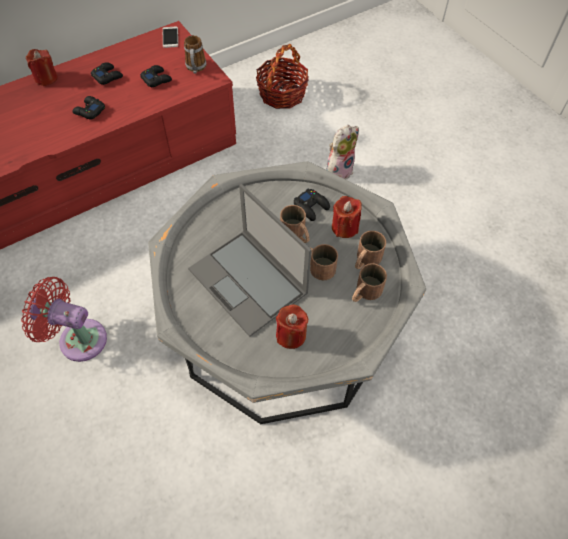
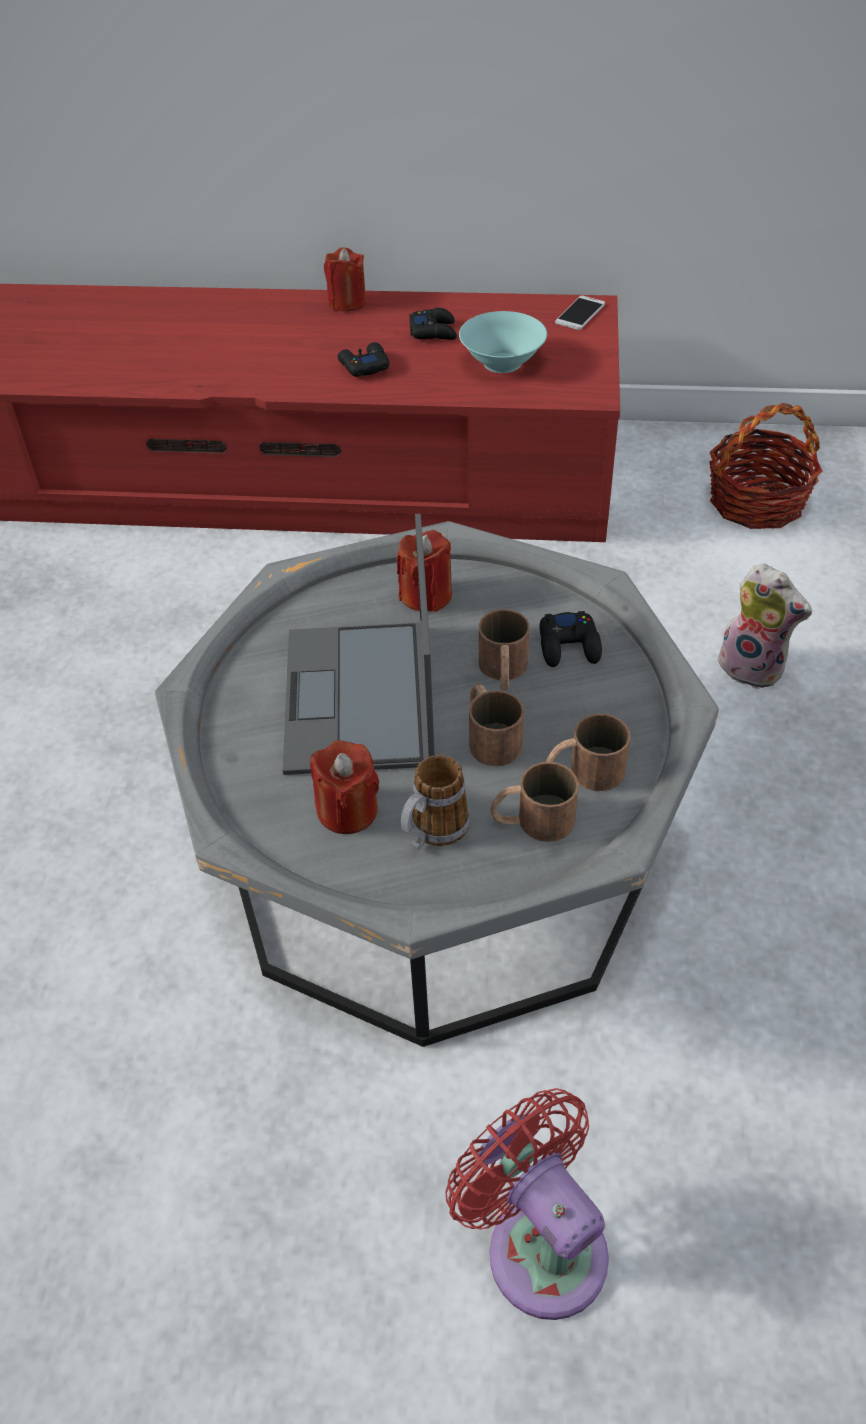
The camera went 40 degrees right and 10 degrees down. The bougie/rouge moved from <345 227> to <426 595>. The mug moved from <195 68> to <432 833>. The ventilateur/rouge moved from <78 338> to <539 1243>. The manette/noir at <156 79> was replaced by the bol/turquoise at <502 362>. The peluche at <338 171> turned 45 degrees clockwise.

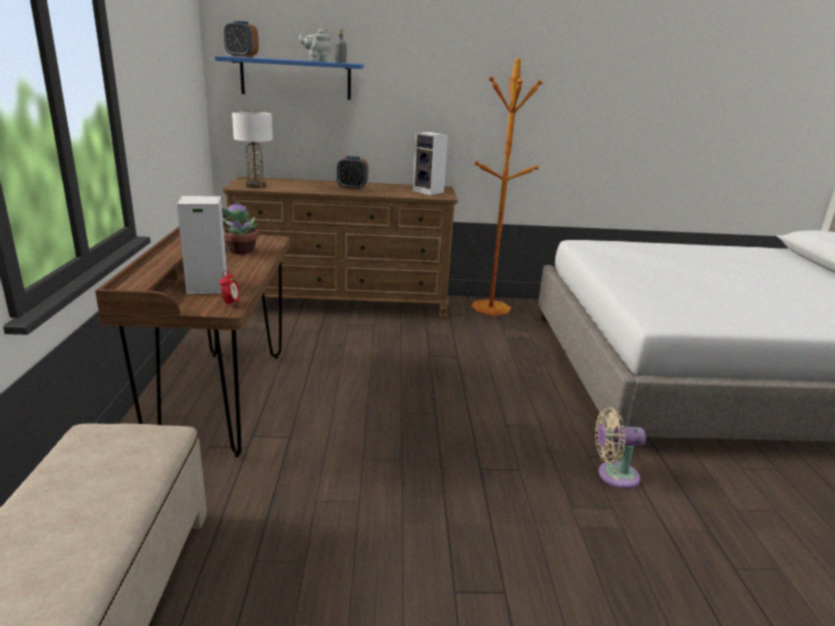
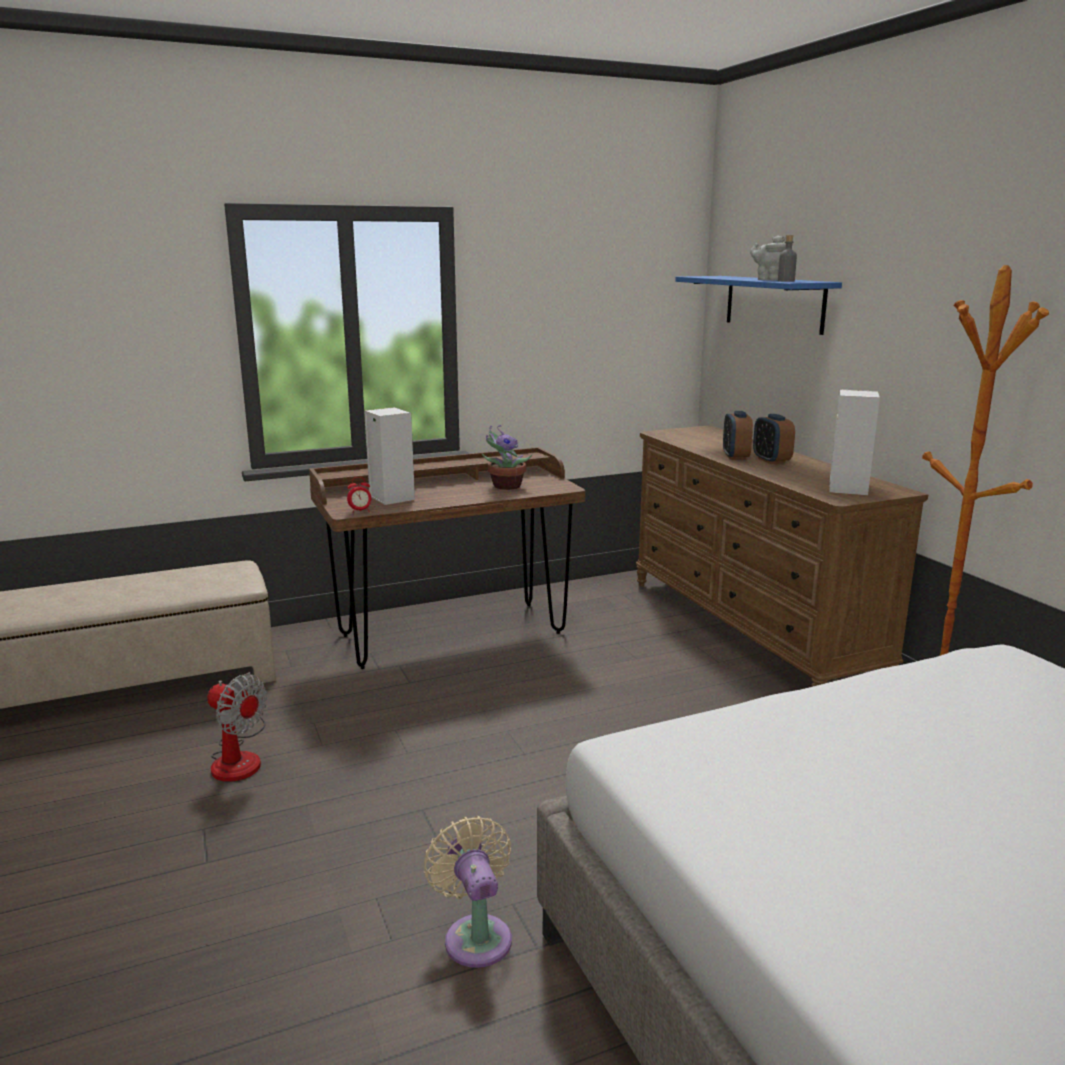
The camera went 70 degrees right and 5 degrees down. The ventilateur at <239 757> appeared. The réveil moved from <242 57> to <735 457>. The lampe de table at <255 186> disappeared.

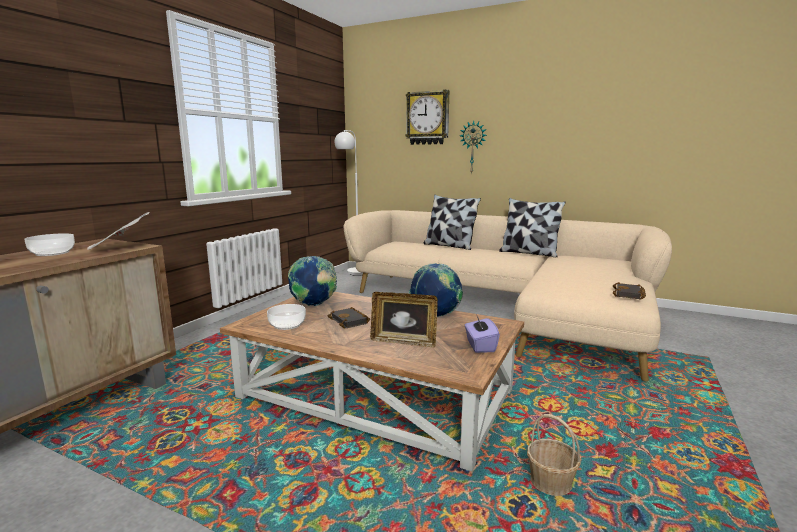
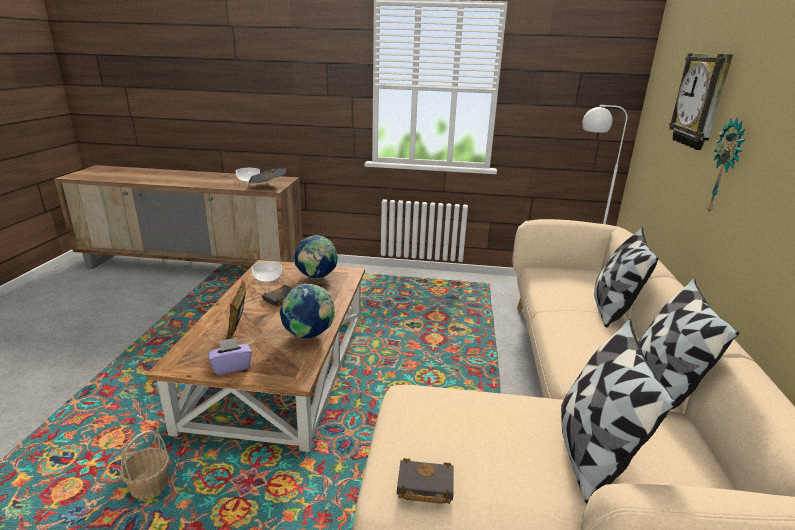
The camera went 70 degrees right and 10 degrees up. The coussin at <591 453> appeared.

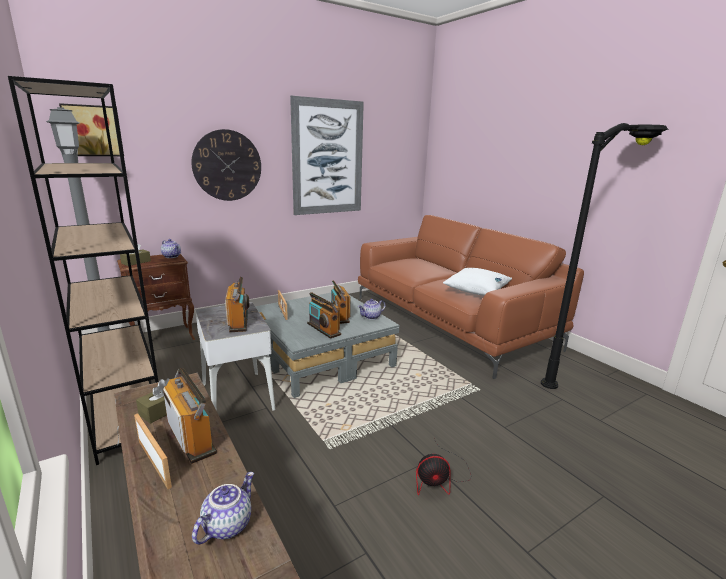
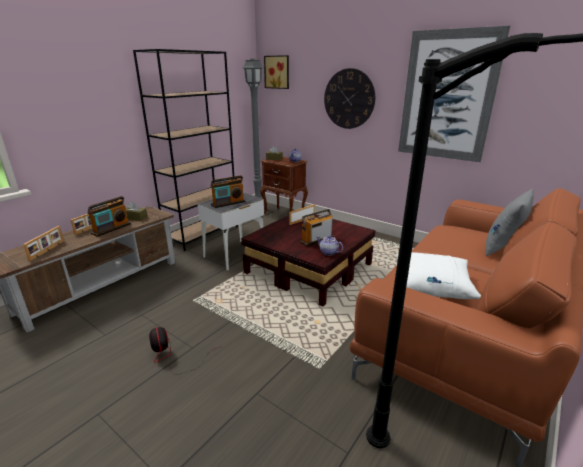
The camera went 70 degrees right and 5 degrees up. The théière at <227 524> was replaced by the cadre photo at <48 250>. The table basse/gris at <322 356> became the table basse/marron at <309 269>. The coussin/gris at <502 248> appeared. The radio at <323 329> disappeared.

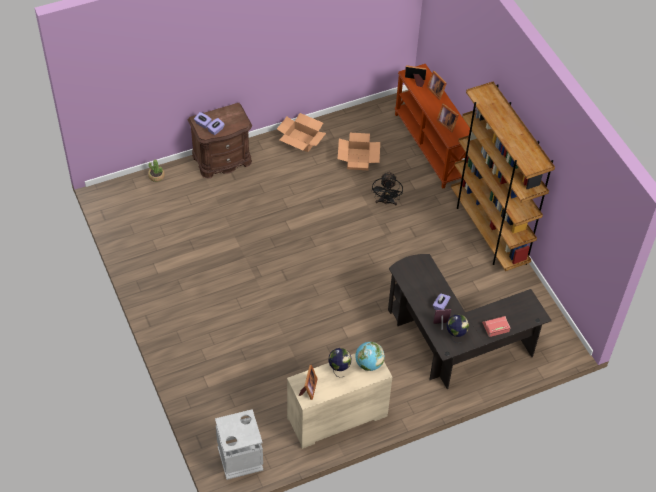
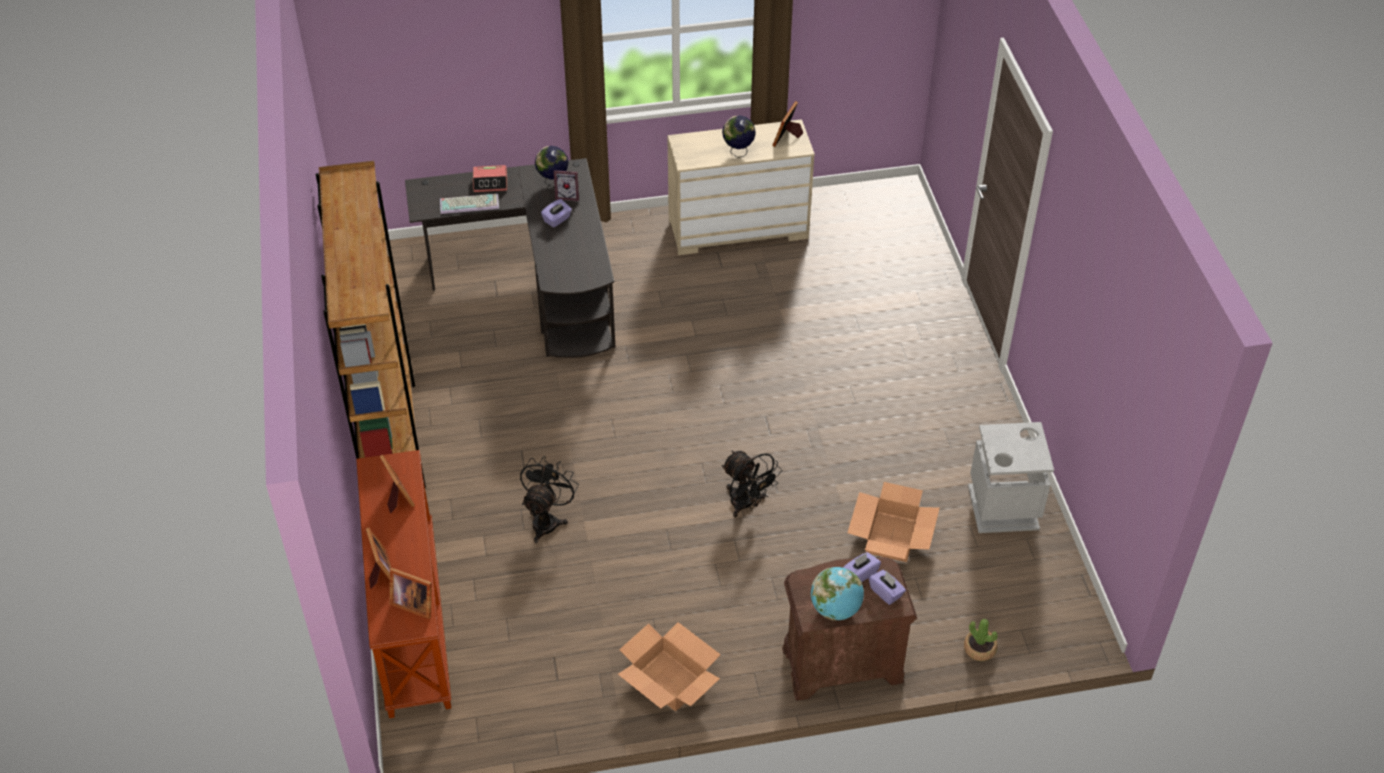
The camera went 165 degrees left and 5 degrees down. The clavier at <470 203> appeared. The ventilateur/noir at <747 505> appeared. The globe moved from <369 364> to <835 609>. The carton moved from <358 159> to <891 536>. The poubelle/gris moved from <240 459> to <1003 507>.

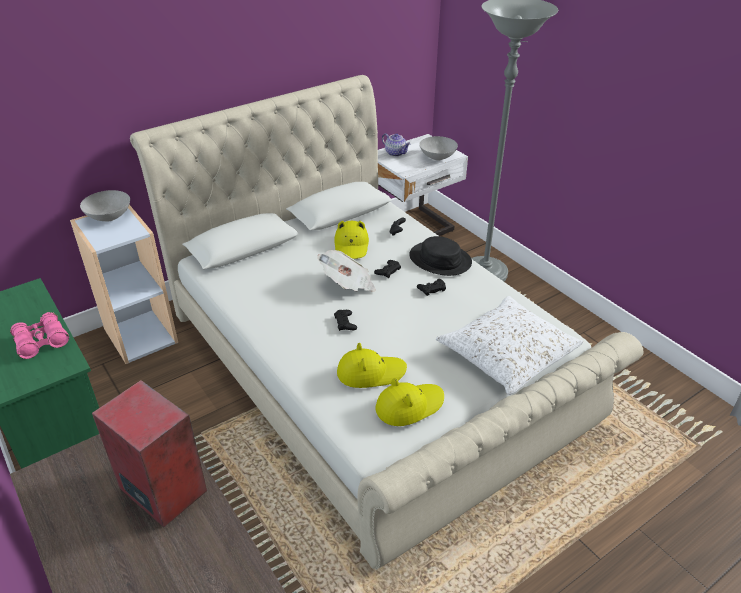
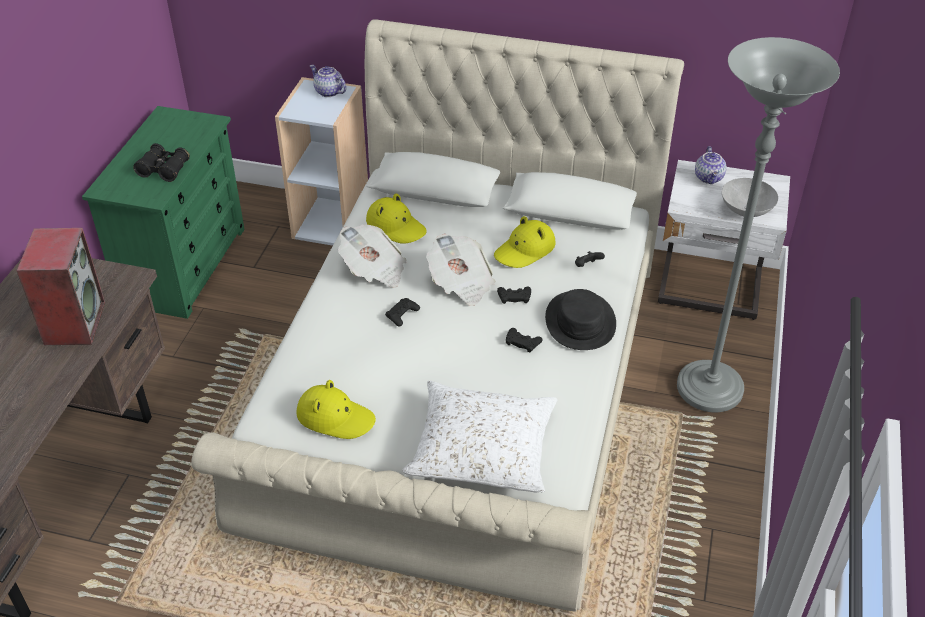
The camera went 50 degrees right and 5 degrees up. The jumelles/rose at <42 342> became the jumelles/noir at <163 169>. The bol/gris at <109 218> was replaced by the théière at <328 92>. The journal at <374 270> appeared. The chapeau/jaune moved from <370 372> to <396 226>.

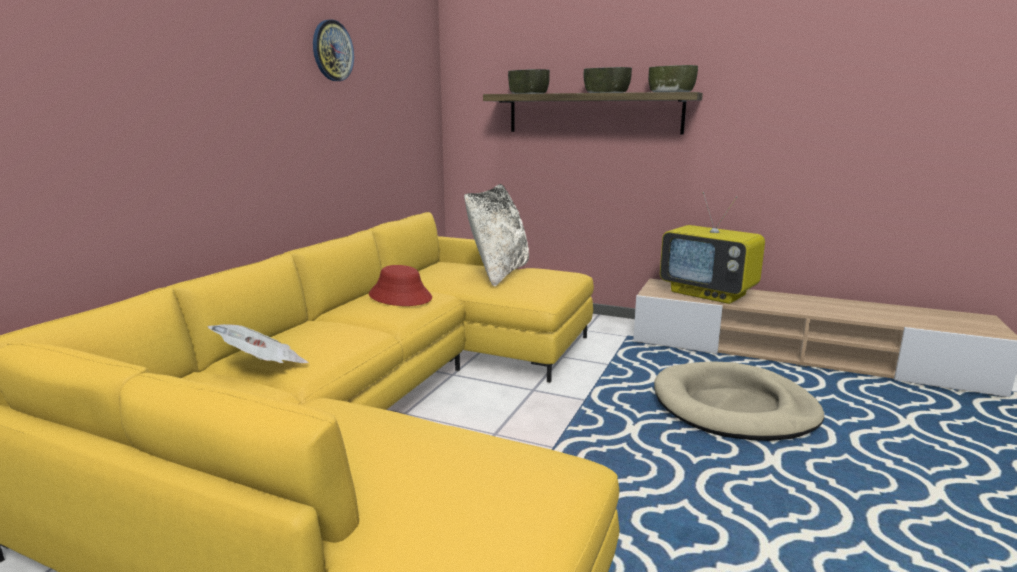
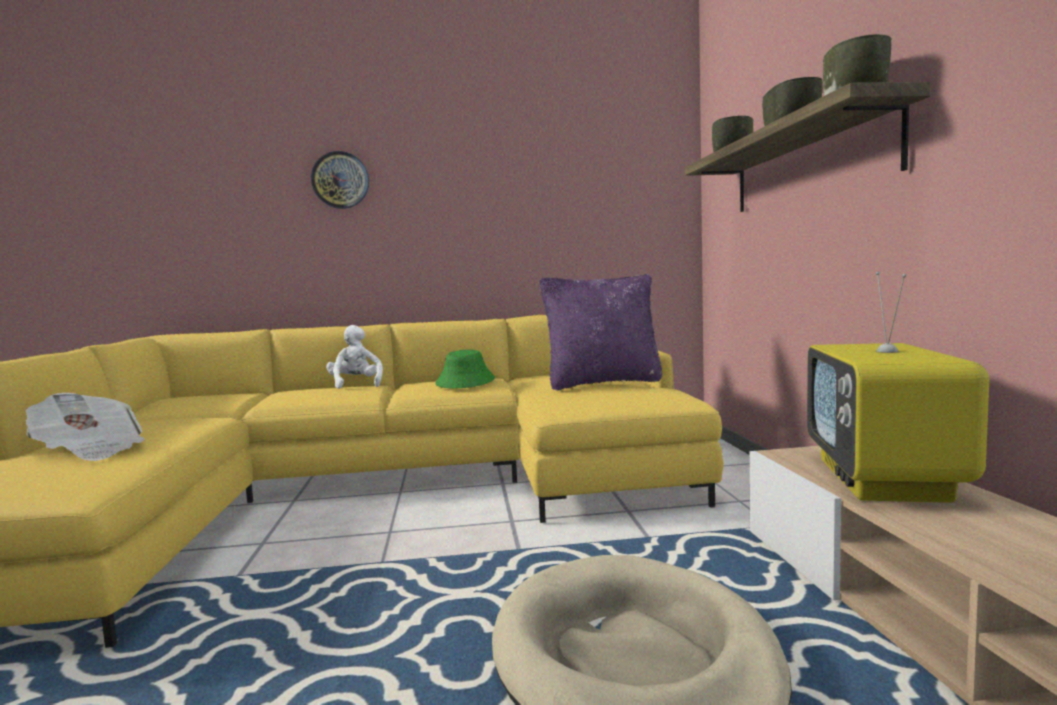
The camera went 60 degrees right and 10 degrees down. The journal moved from <263 365> to <89 451>. The horloge murale moved from <332 51> to <340 180>. The peluche/blanc at <356 385> appeared. The chapeau/rouge at <400 296> became the chapeau/vert at <465 382>. The coussin/beige at <499 274> became the coussin/violet at <604 384>.

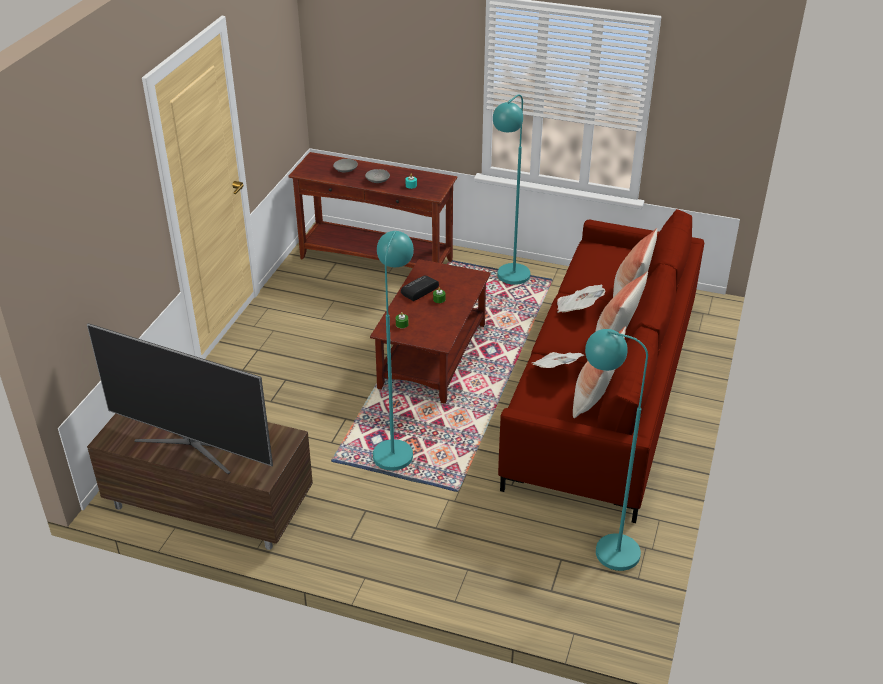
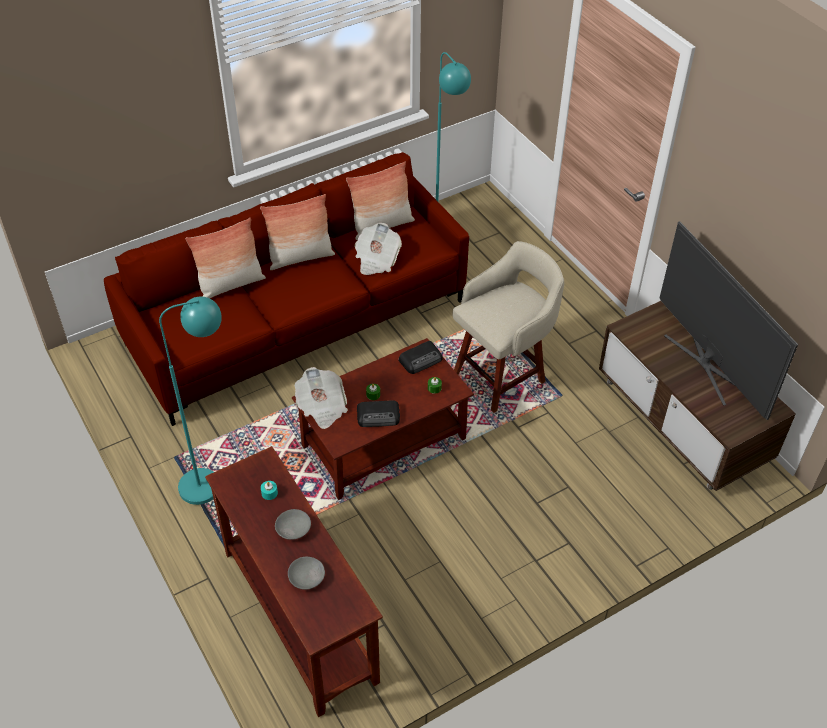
The camera went 140 degrees left and 10 degrees up. The journal moved from <578 309> to <322 407>. The radio at <421 359> appeared. The lampadaire/turquoise at <395 448> was replaced by the tabouret/beige at <502 376>.

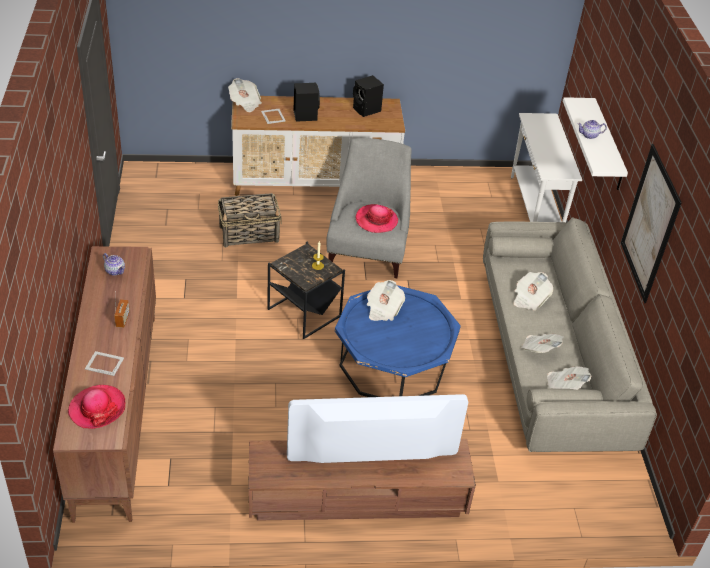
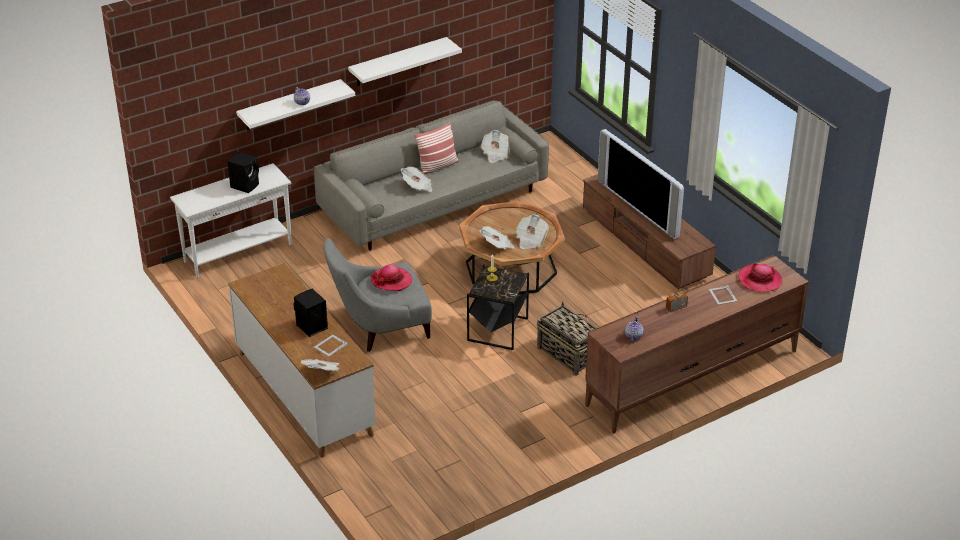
The camera went 115 degrees left and 5 degrees down. The enceinte/noir moved from <367 110> to <245 185>. The tableau at <649 224> was replaced by the étagère/blanc at <398 62>. The coussin at <437 166> appeared. The table basse/bleu at <393 364> became the table basse/marron at <511 268>. The journal moved from <539 349> to <530 240>. The panier moved from <250 234> to <568 353>.

